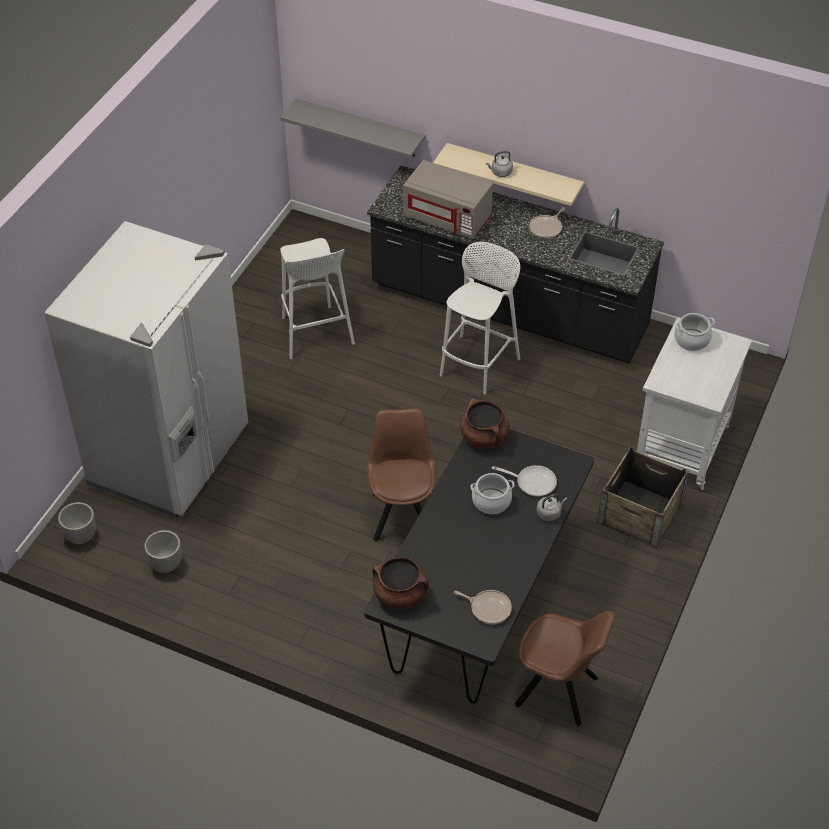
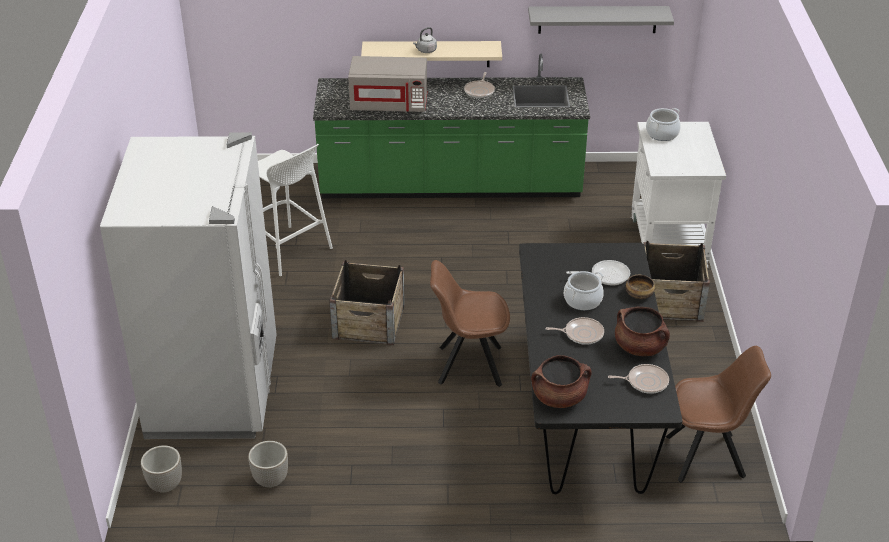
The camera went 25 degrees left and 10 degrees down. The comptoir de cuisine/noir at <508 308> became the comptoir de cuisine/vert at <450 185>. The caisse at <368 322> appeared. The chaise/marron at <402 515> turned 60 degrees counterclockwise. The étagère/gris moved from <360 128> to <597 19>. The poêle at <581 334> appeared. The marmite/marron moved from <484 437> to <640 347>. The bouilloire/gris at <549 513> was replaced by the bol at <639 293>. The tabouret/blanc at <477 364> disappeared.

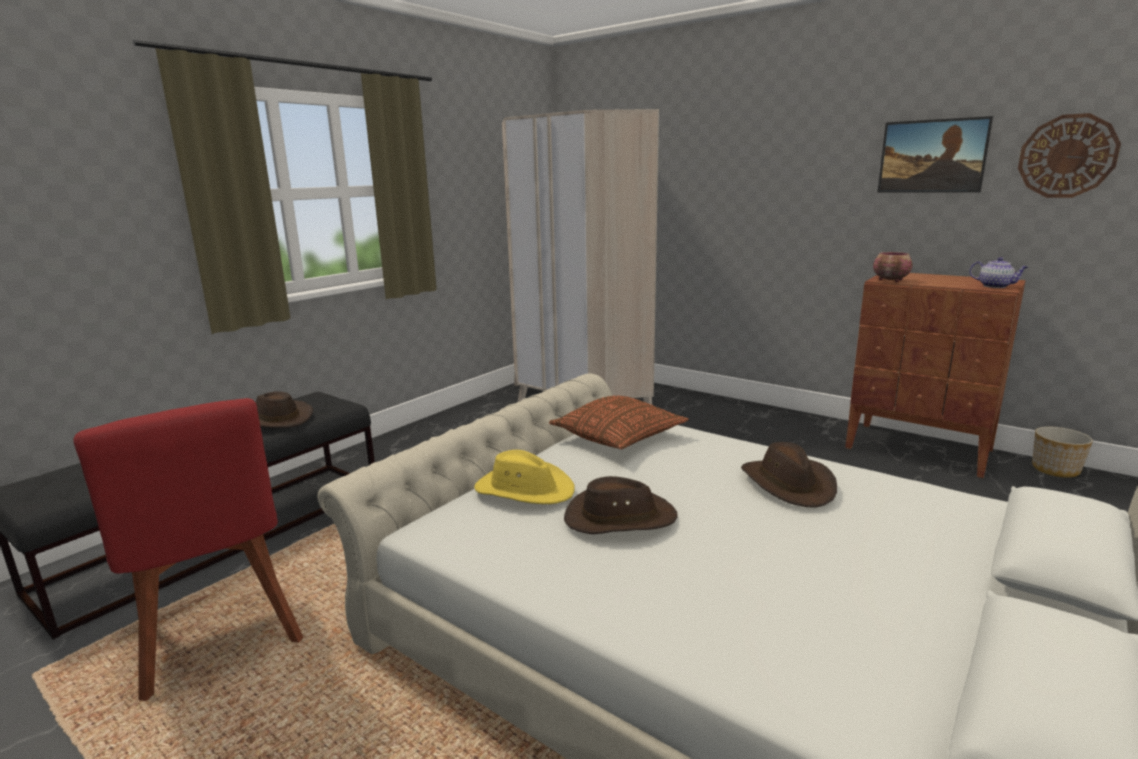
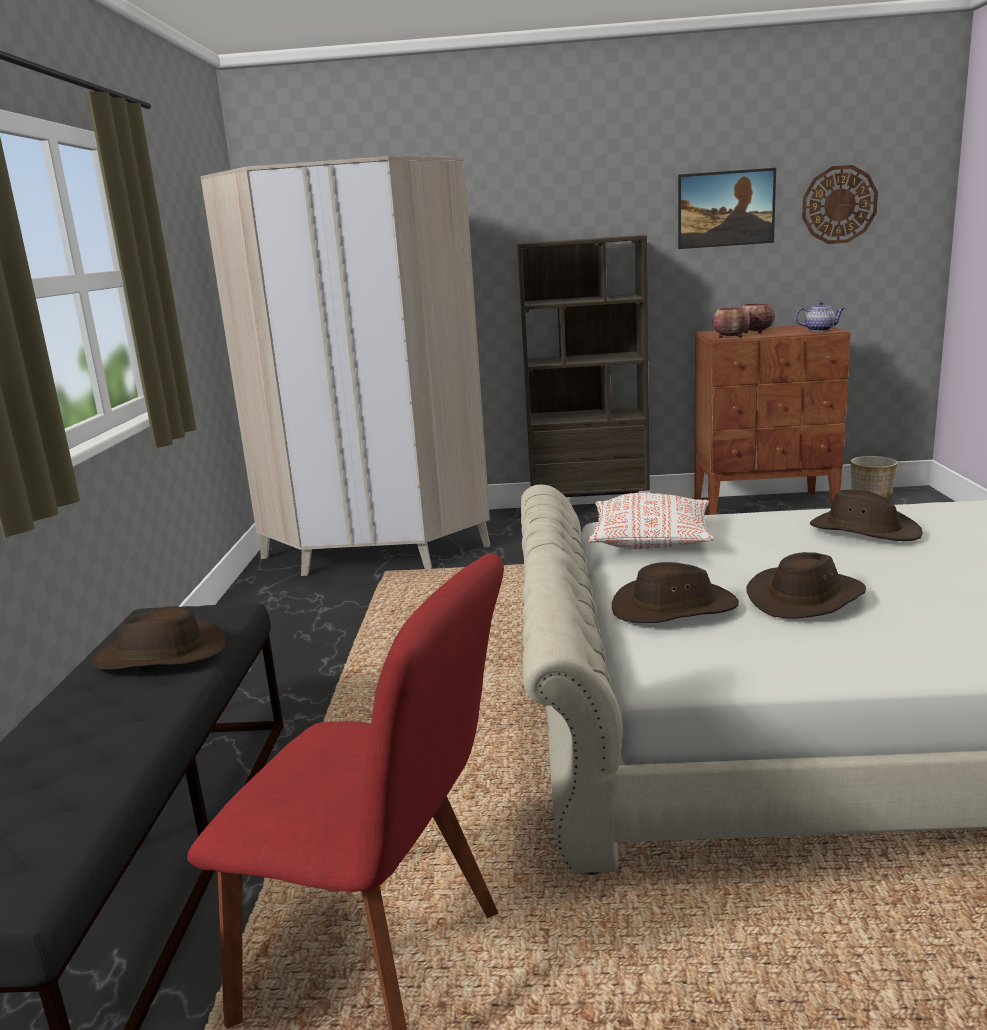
The camera went 35 degrees left and 0 degrees up. The bibliothèque/marron at <589 513> appeared. The coussin/marron at <618 438> became the coussin/blanc at <651 541>. The chapeau/jaune at <524 489> became the chapeau/marron at <673 608>. The bol at <755 332> appeared.

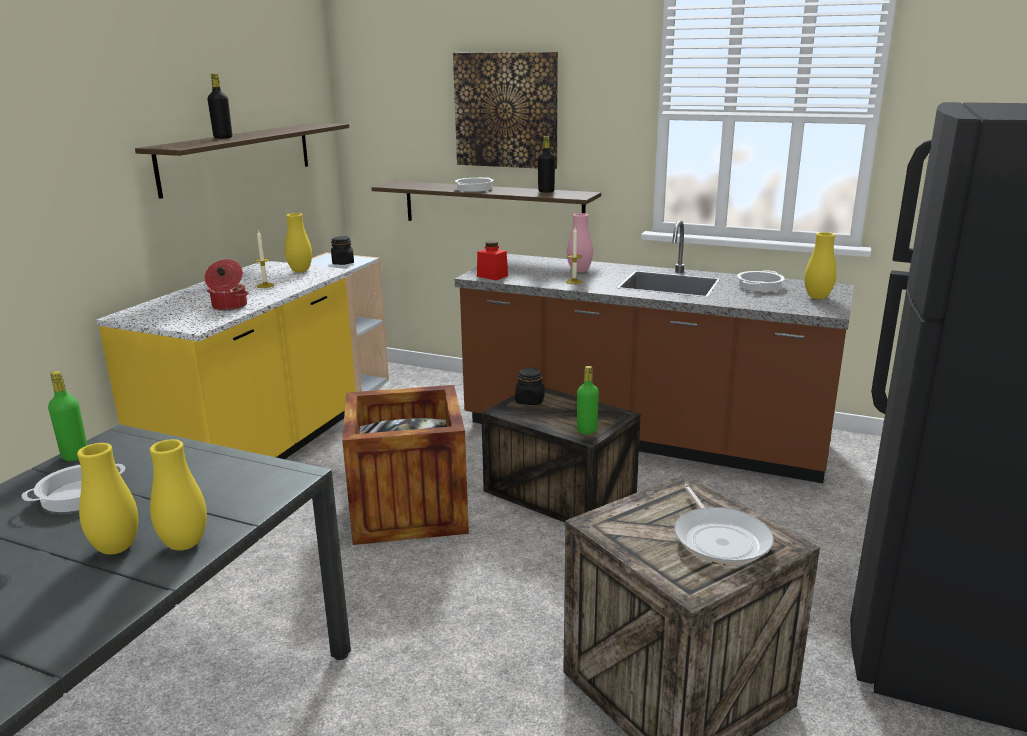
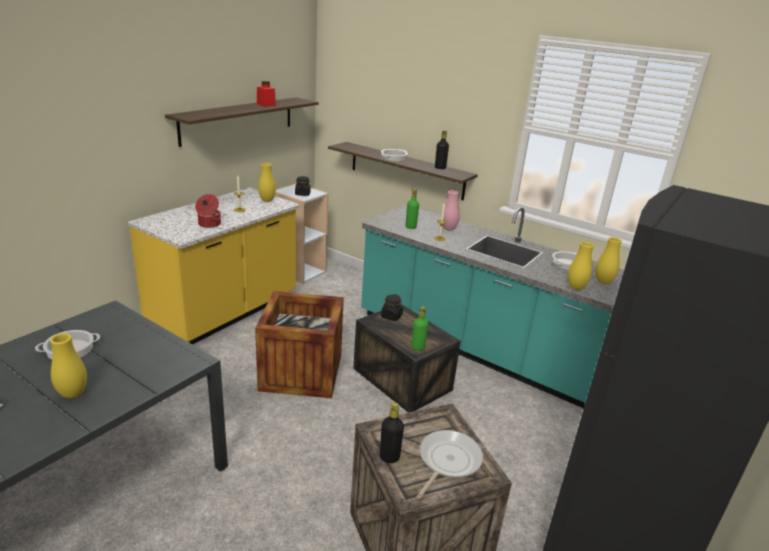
The camera went 10 degrees right and 5 degrees up. The bocal/rouge moved from <492 276> to <266 104>. The comptoir de cuisine/marron at <641 437> became the comptoir de cuisine/turquoise at <474 347>. The bouteille/noir moved from <223 138> to <389 457>. The bouteille/vert moved from <75 456> to <410 227>. The poêle at <720 539> turned 150 degrees counterclockwise. The vase/jaune moved from <184 544> to <575 287>. The tableau at <506 110> disappeared.

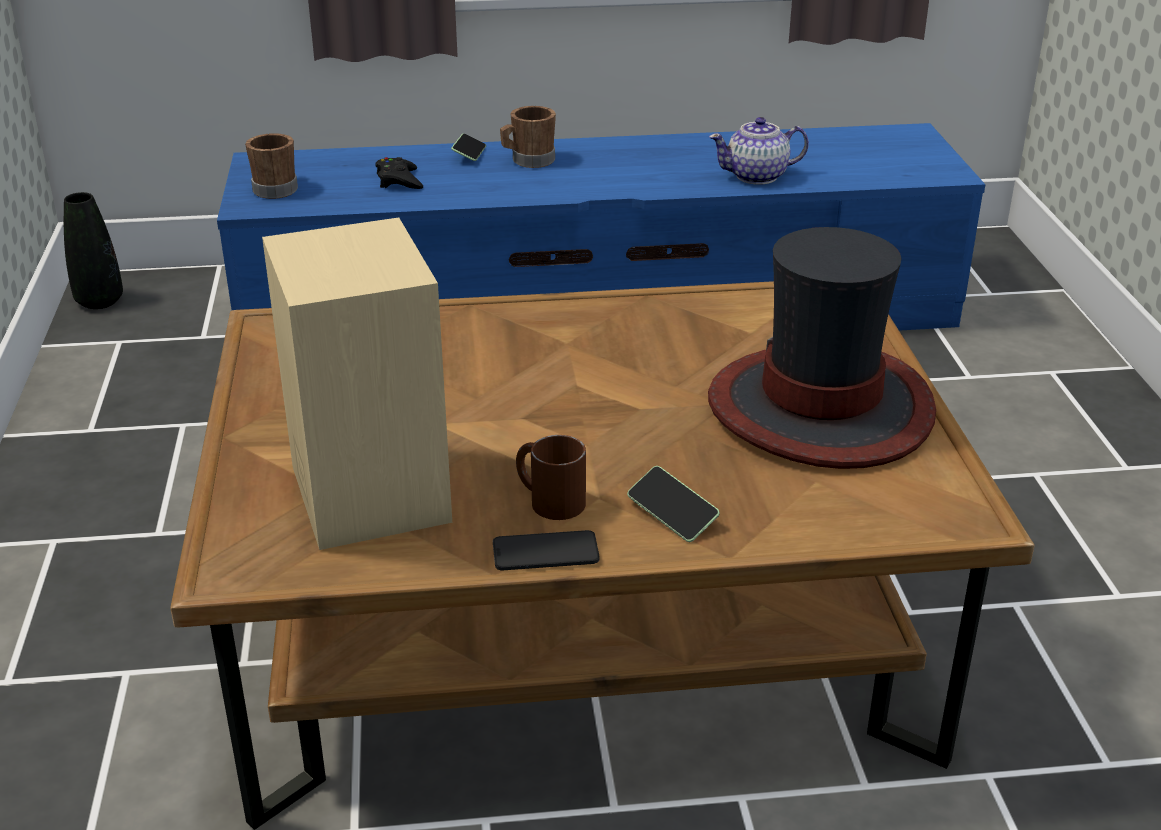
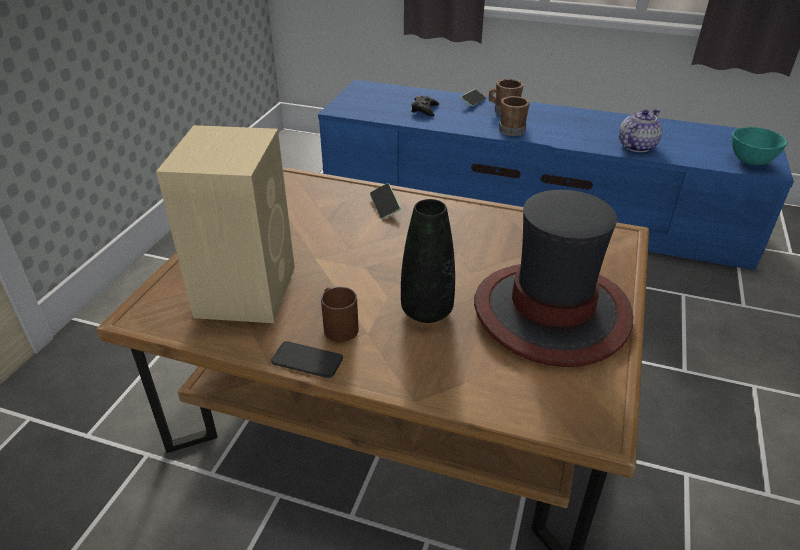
The camera went 25 degrees right and 5 degrees up. The téléphone moved from <672 514> to <385 207>. The vase/noir moved from <99 301> to <427 311>. The mug/marron moved from <277 188> to <513 129>. The théière at <757 176> turned 120 degrees clockwise. The bol/turquoise at <750 161> appeared.

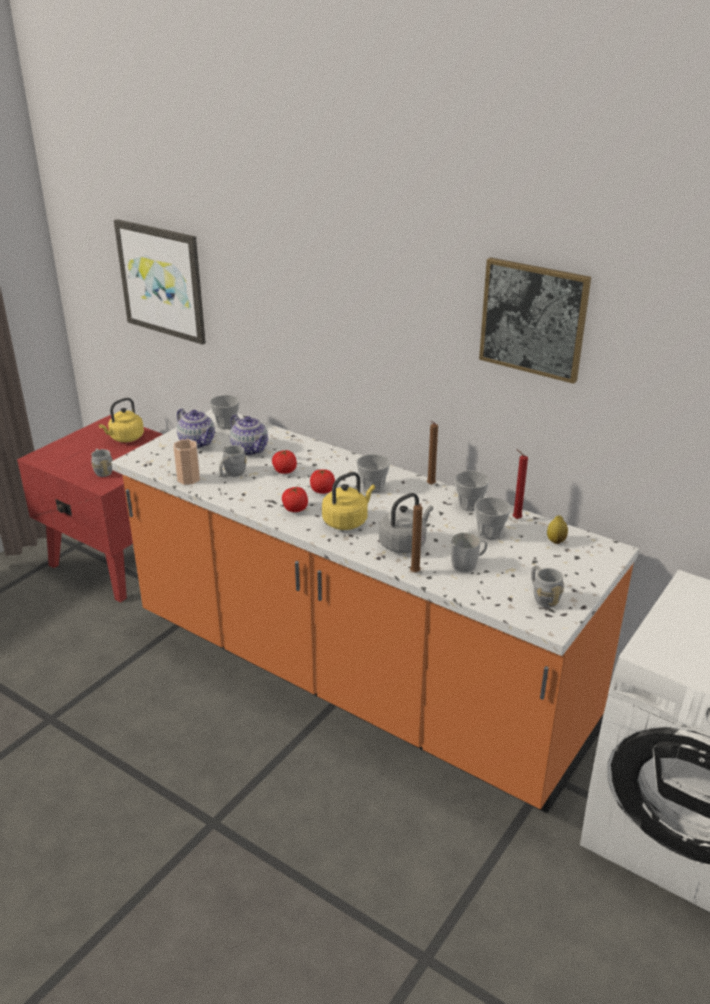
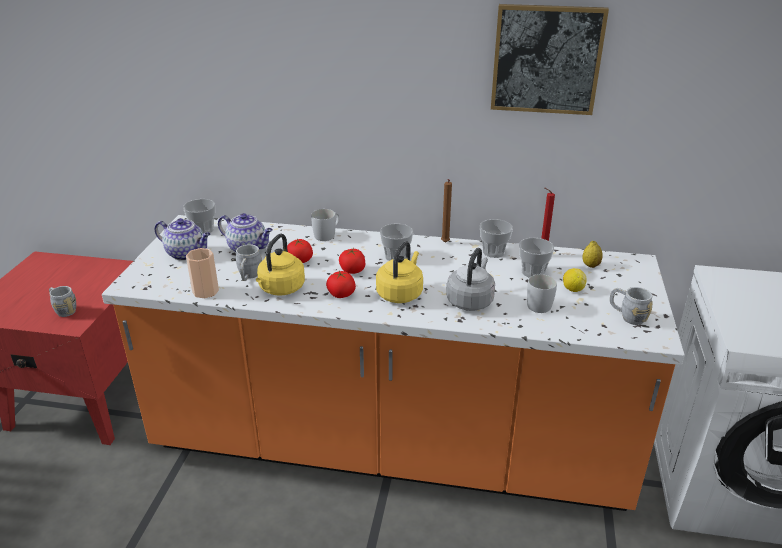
The camera went 25 degrees left and 0 degrees up. The bouilloire/jaune moved from <125 438> to <280 289>. The mug/blanc at <327 234> appeared. The citron at <573 289> appeared. The tableau at <162 280> disappeared. The bougie/marron at <415 573> disappeared.

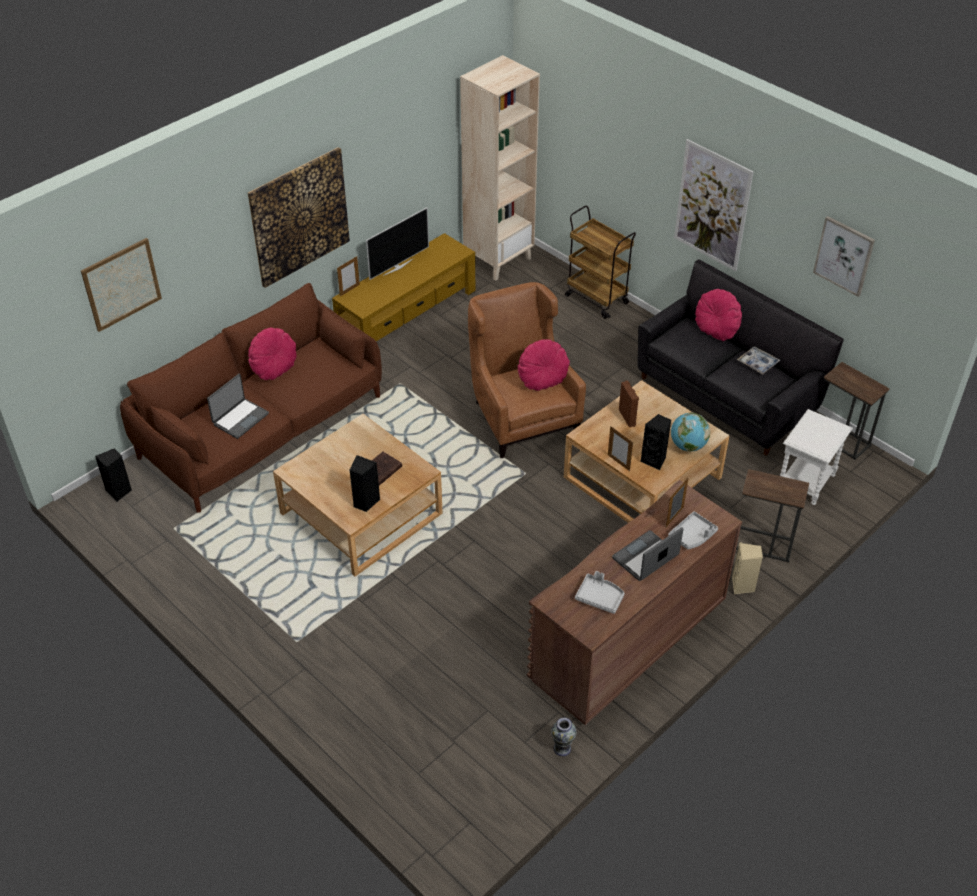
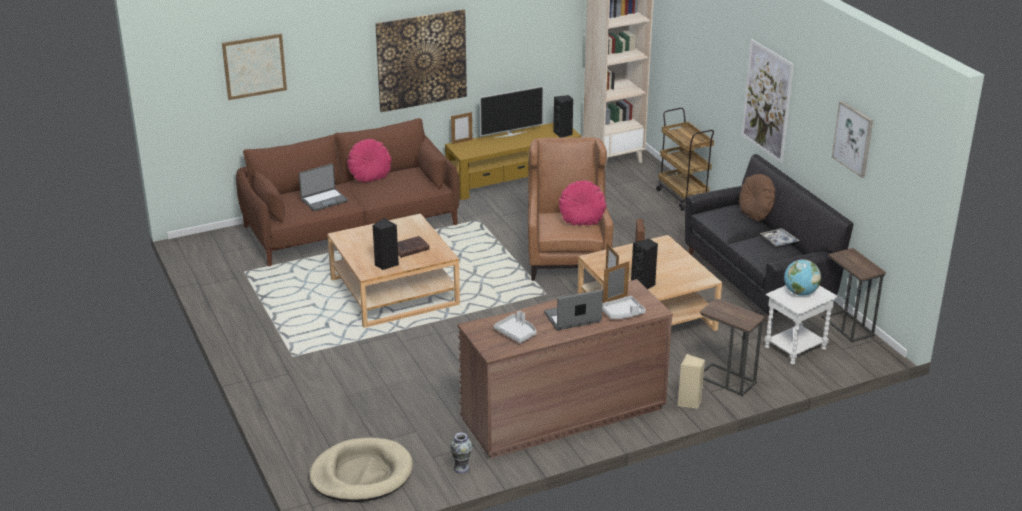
The camera went 20 degrees right and 15 degrees down. The panier pour chien/beige at <361 474> appeared. The enceinte/noir moved from <119 492> to <563 134>. The coussin/rose at <715 332> became the coussin/marron at <755 215>. The globe moved from <688 446> to <800 293>.

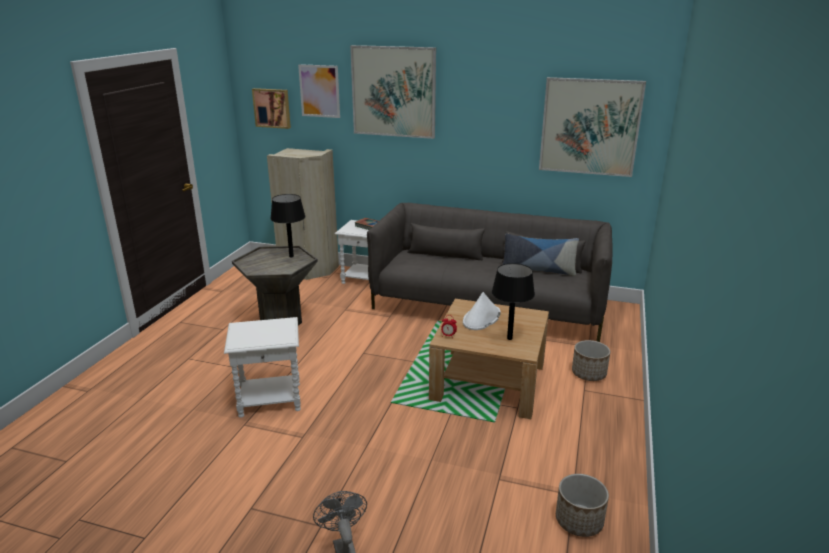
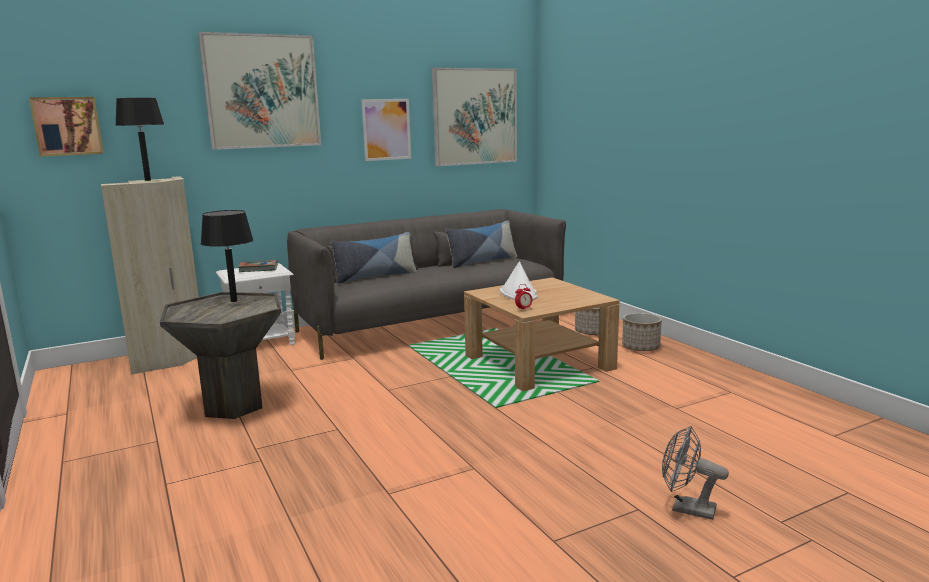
The camera went 45 degrees left and 10 degrees down. The lampe de table/noir moved from <509 338> to <148 180>. The coussin at <375 276> appeared. The tableau moved from <319 91> to <386 129>. The cache-pot moved from <579 521> to <641 347>. The table d'appoint/blanc at <270 398> disappeared.

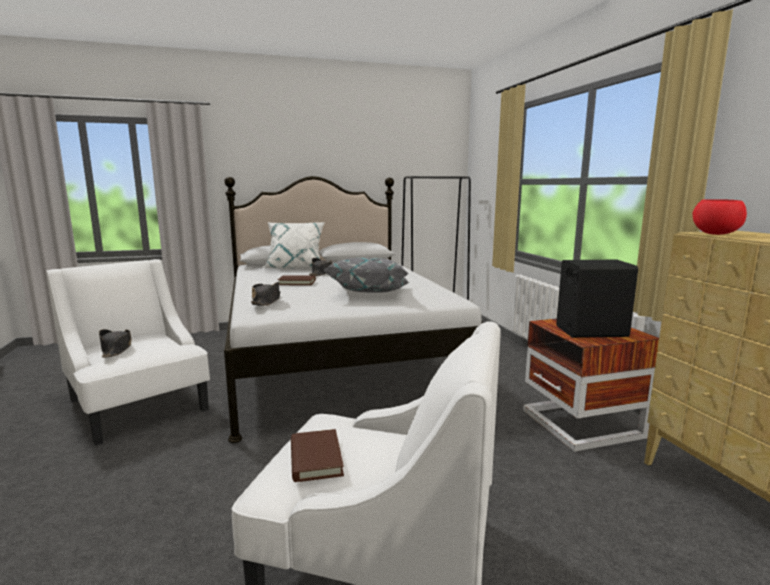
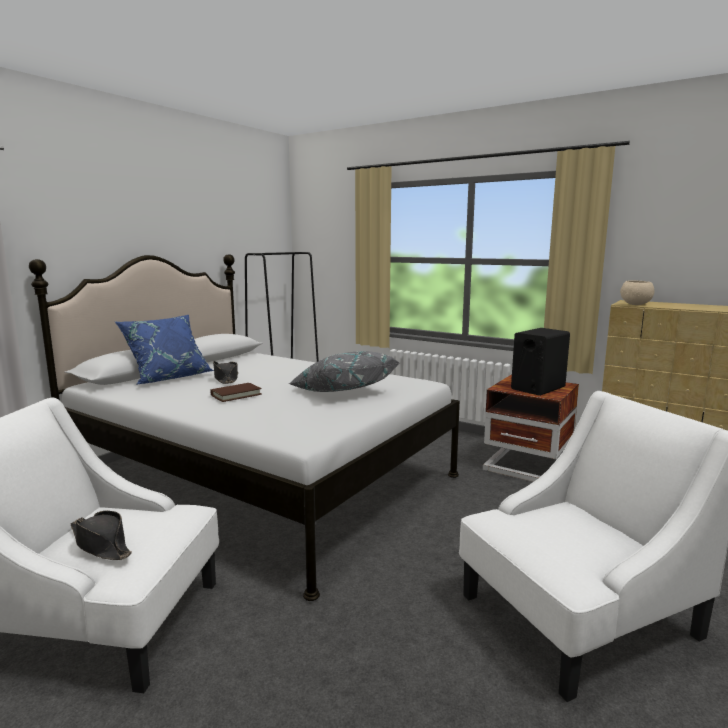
The camera went 40 degrees left and 0 degrees up. The coussin/blanc at <296 267> became the coussin/bleu at <168 377>. The bol/rouge at <715 234> became the bol/beige at <635 304>. The chapeau/noir at <266 301> disappeared. The livre/marron at <315 458> disappeared.

